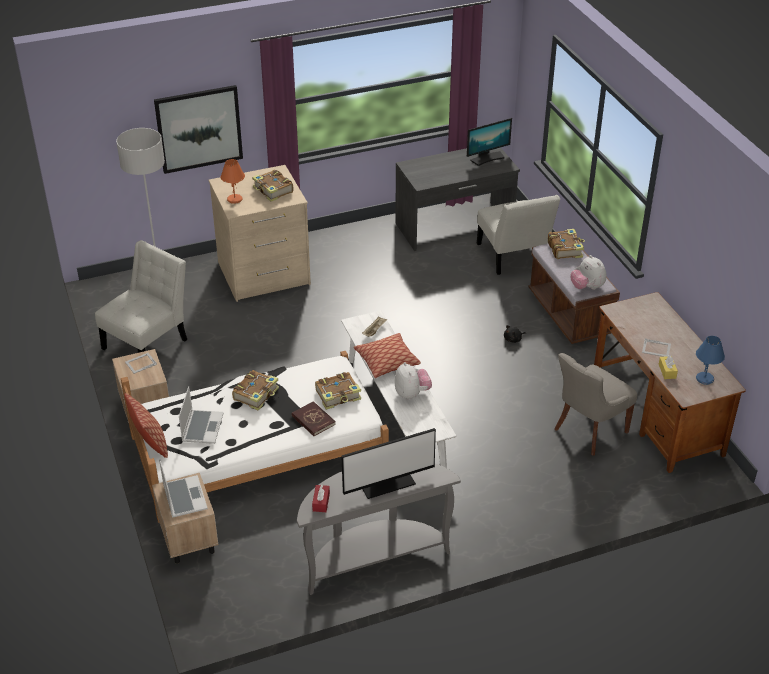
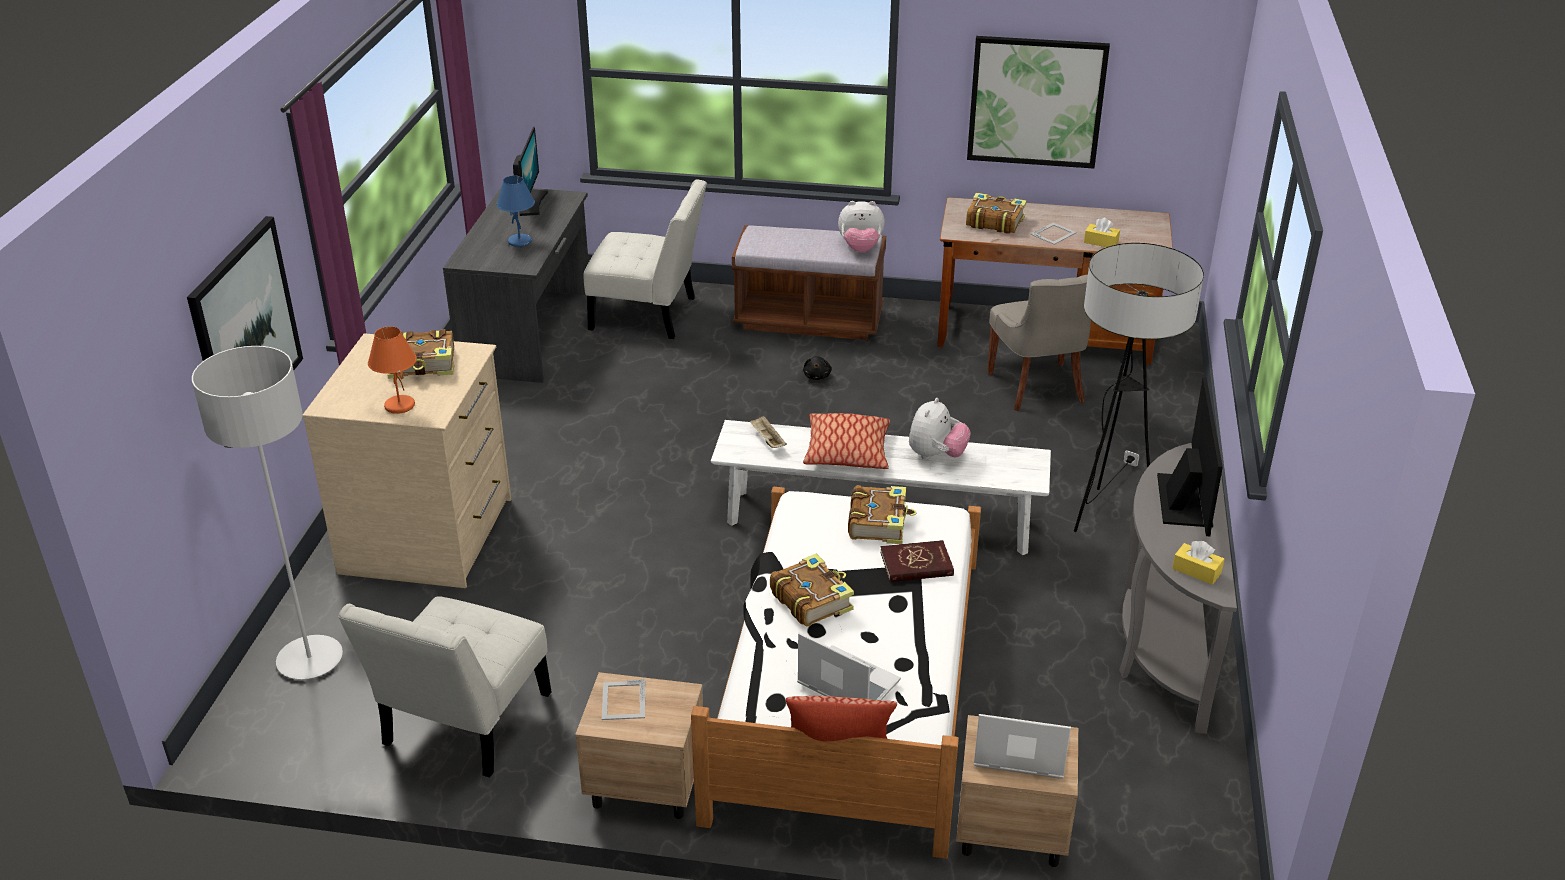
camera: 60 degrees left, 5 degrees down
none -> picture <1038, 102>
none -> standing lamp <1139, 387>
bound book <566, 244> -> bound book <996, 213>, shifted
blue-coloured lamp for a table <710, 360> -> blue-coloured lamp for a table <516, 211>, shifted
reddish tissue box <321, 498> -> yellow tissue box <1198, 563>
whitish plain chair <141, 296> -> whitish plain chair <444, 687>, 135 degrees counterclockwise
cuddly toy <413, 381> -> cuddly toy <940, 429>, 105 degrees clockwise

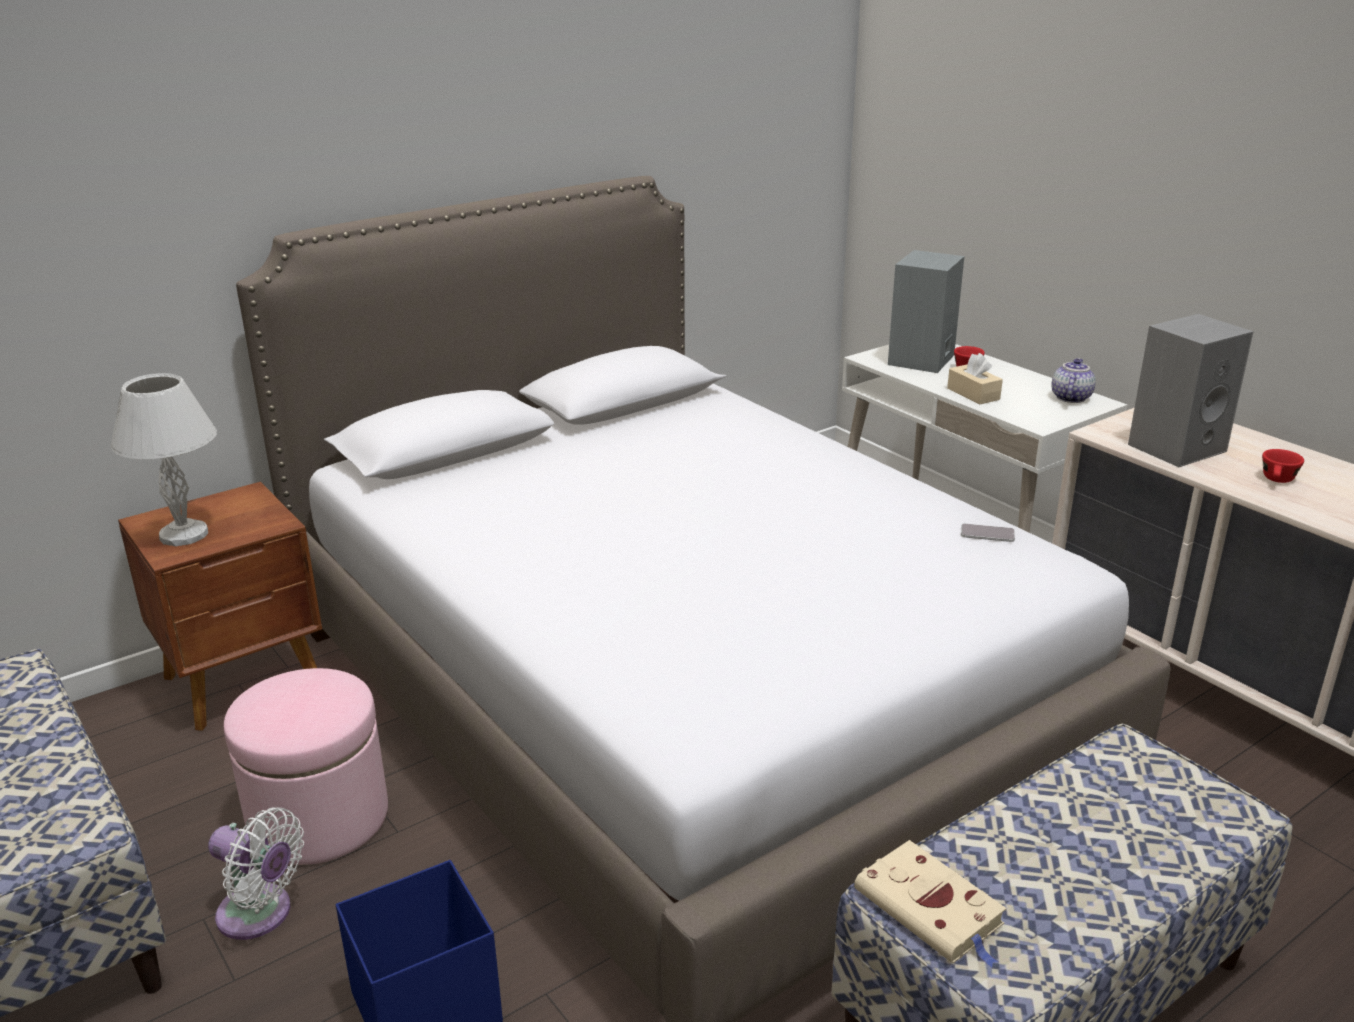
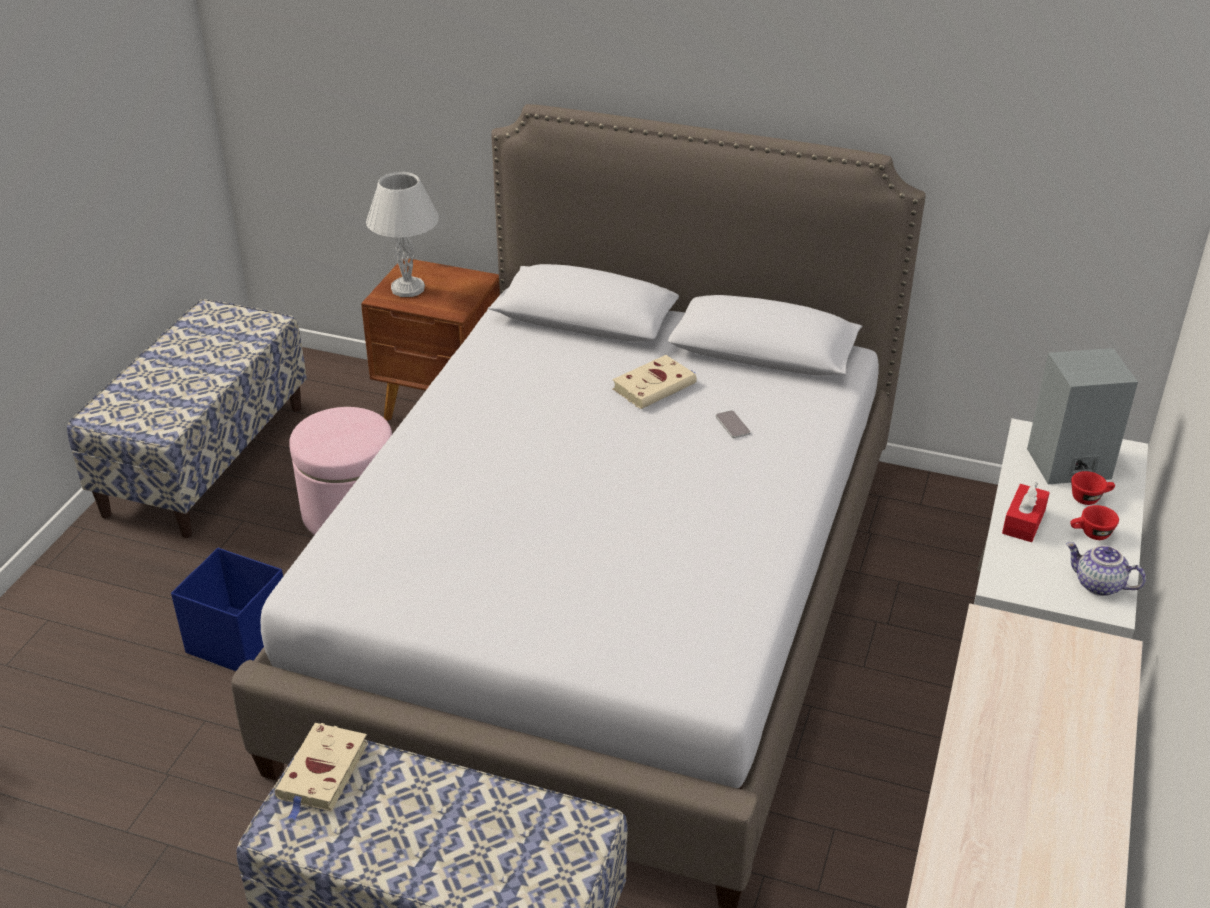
camera: 55 degrees right, 10 degrees up
whitish electric fan <256, 873> -> none
gray loudspeaker <1191, 390> -> none
none -> beige bound book <654, 382>
telephone <988, 533> -> telephone <733, 424>, shifted
reddish small cup <1283, 466> -> reddish small cup <1094, 522>, shifted
beige tissue box <975, 378> -> reddish tissue box <1026, 512>
teapot <1073, 380> -> teapot <1106, 569>, 135 degrees counterclockwise

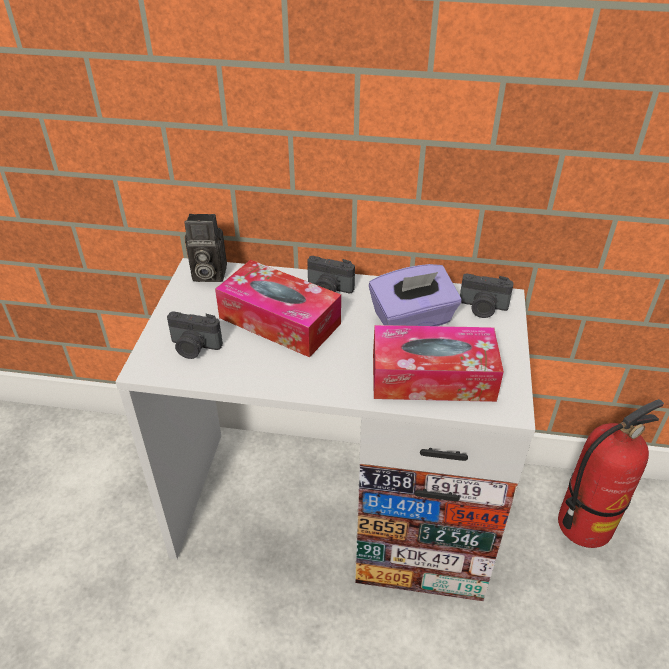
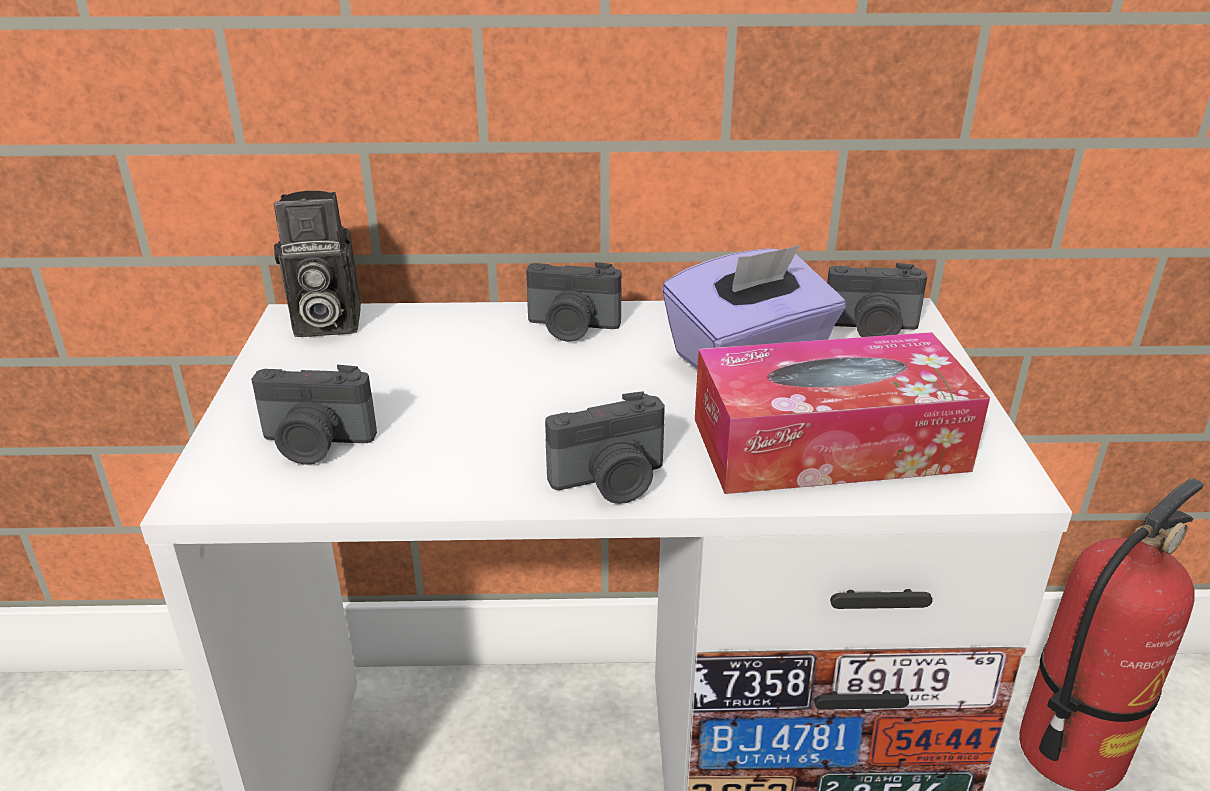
camera: 10 degrees left, 10 degrees down
tissue box <278, 308> -> none
none -> photo camera <605, 447>

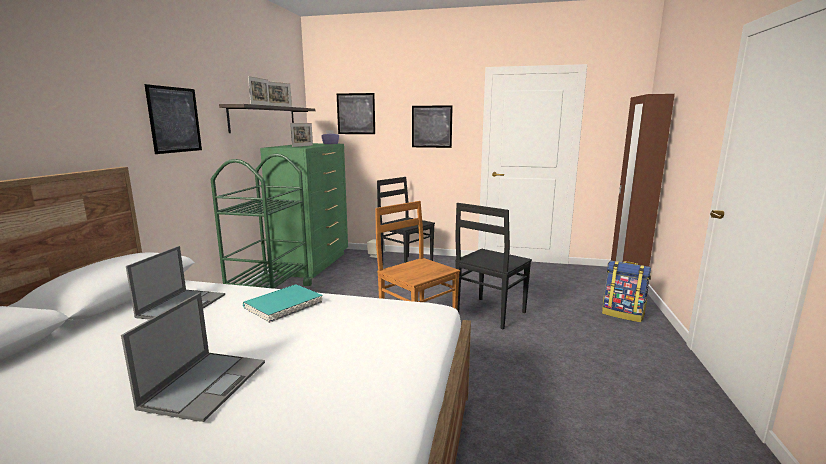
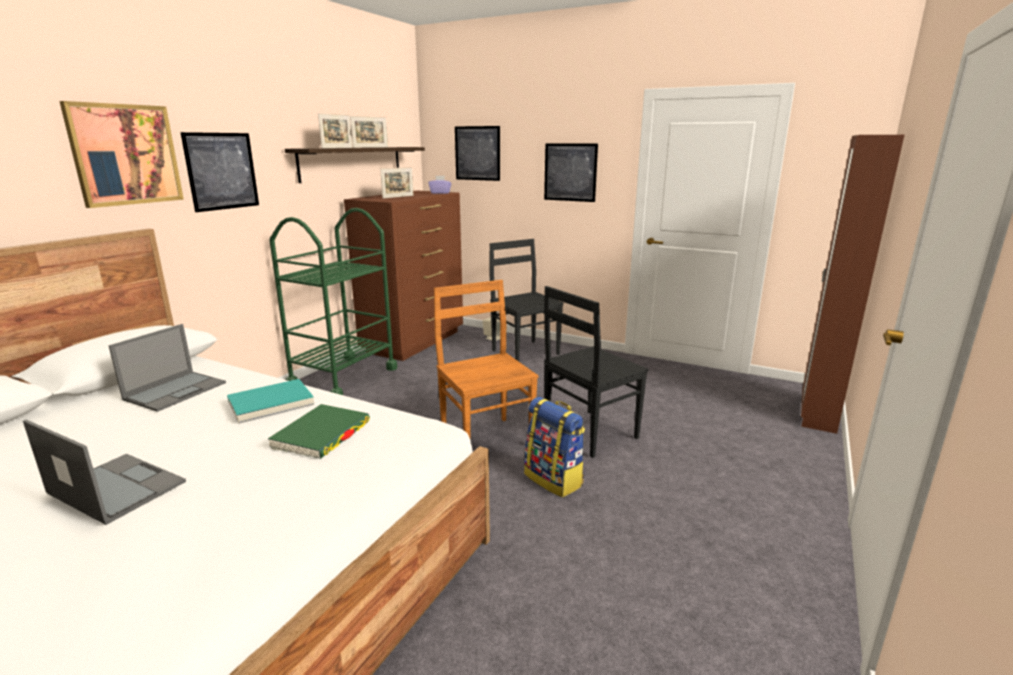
camera: 15 degrees right, 5 degrees up
none -> picture <121, 154>
none -> greenish bound book <319, 431>
rucksack <626, 292> -> rucksack <554, 447>, shifted
greenish chest of drawers <304, 210> -> brown-coloured chest of drawers <403, 276>
laptop <193, 357> -> laptop <104, 472>, 90 degrees counterclockwise

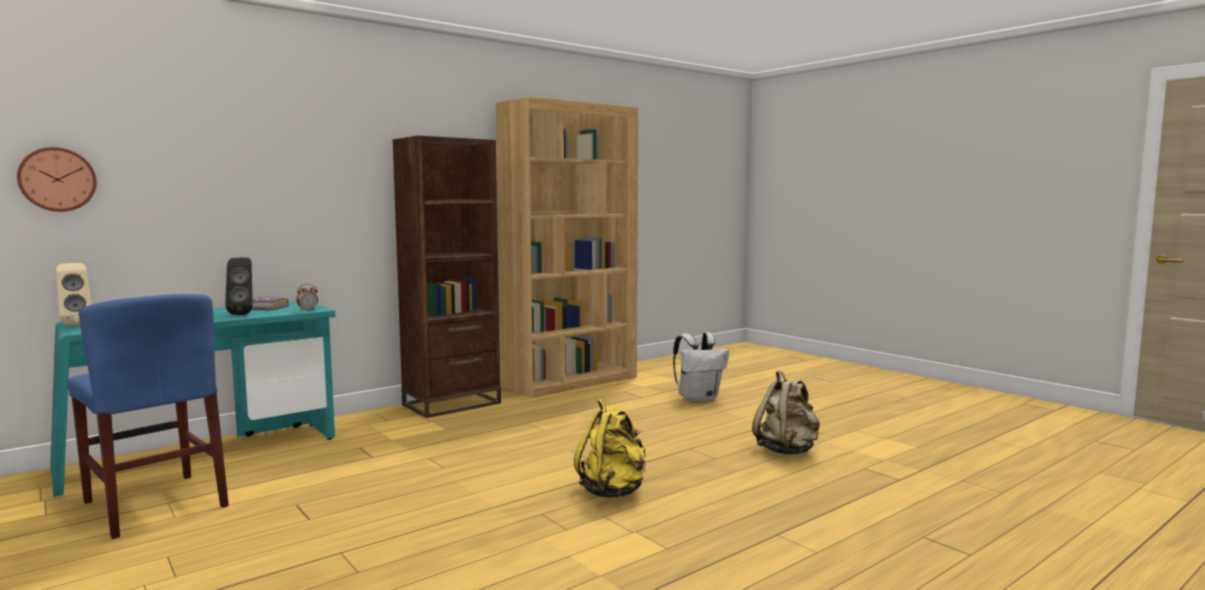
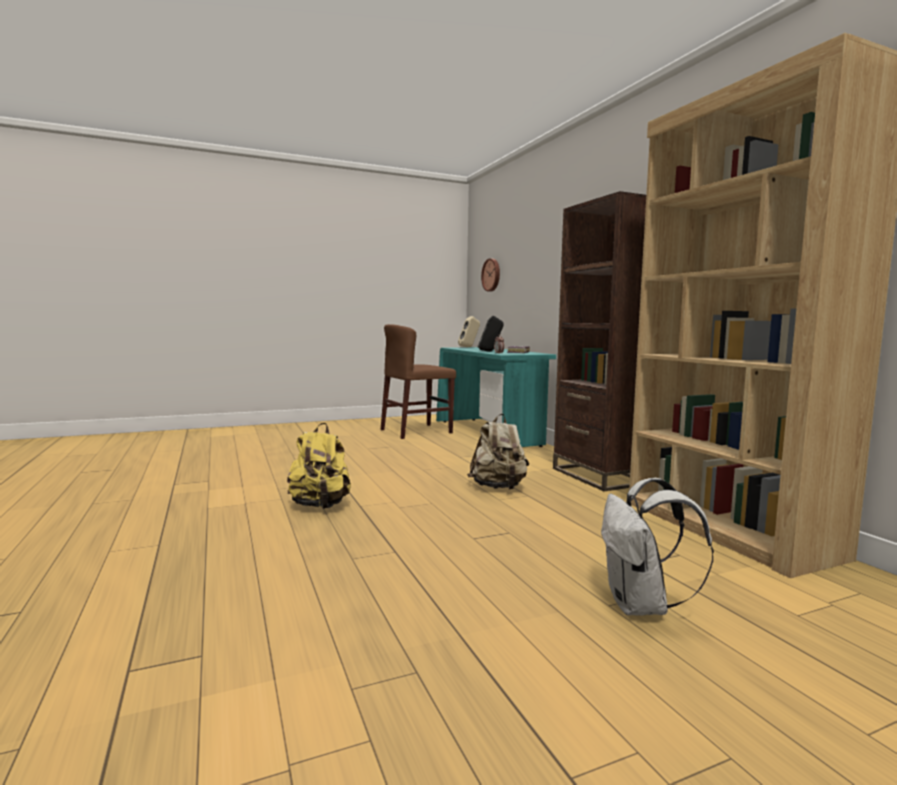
camera: 105 degrees right, 0 degrees up
beige rucksack <786, 412> -> beige rucksack <498, 452>, shifted
blue-coloured plain chair <148, 416> -> brown-coloured plain chair <418, 381>

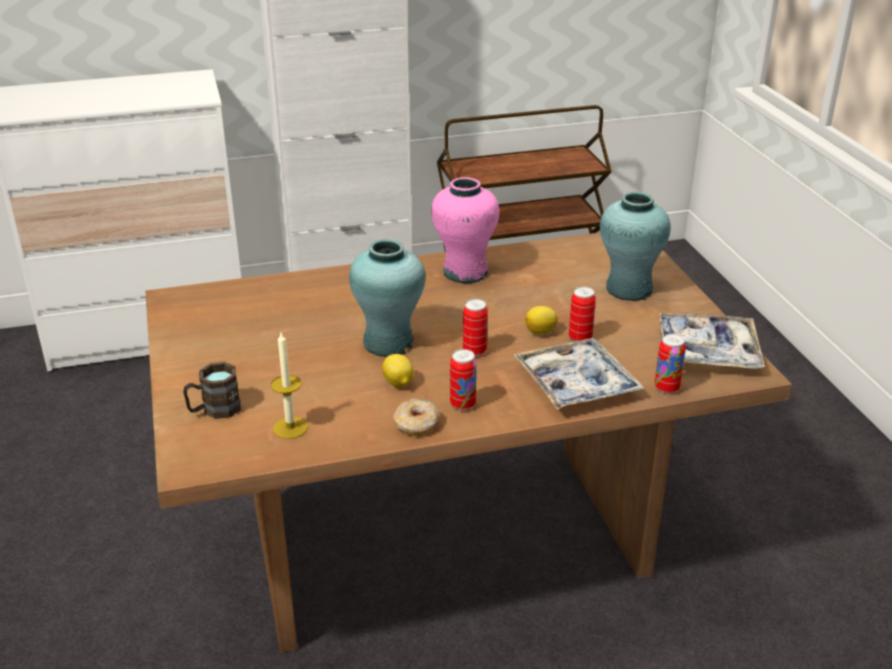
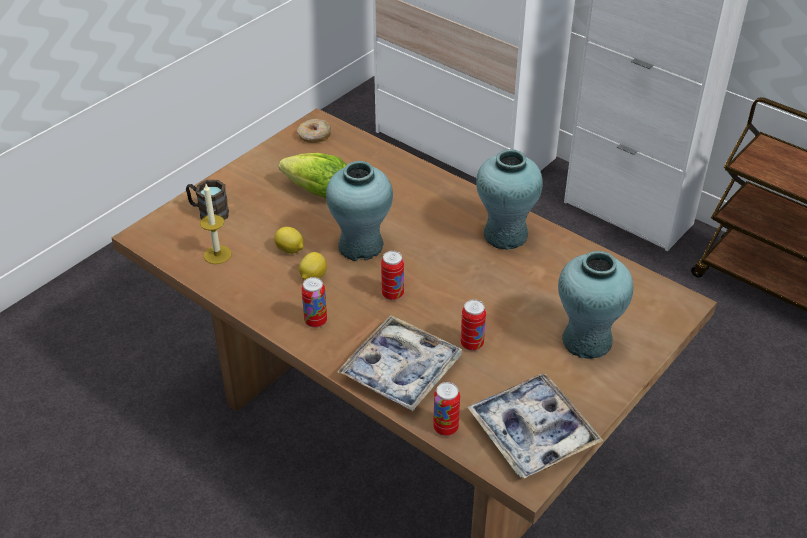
camera: 55 degrees right, 10 degrees up
none -> head of lettuce <313, 175>
donut <416, 417> -> donut <314, 131>, shifted
citrus fruit <541, 320> -> citrus fruit <288, 240>, shifted
pink decorative vase <465, 230> -> turquoise decorative vase <509, 199>

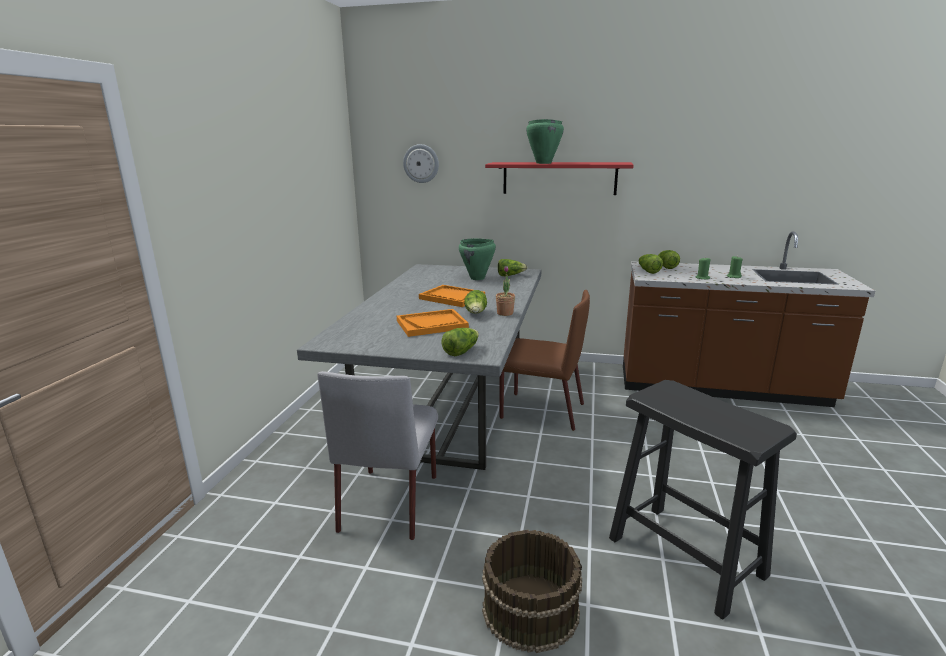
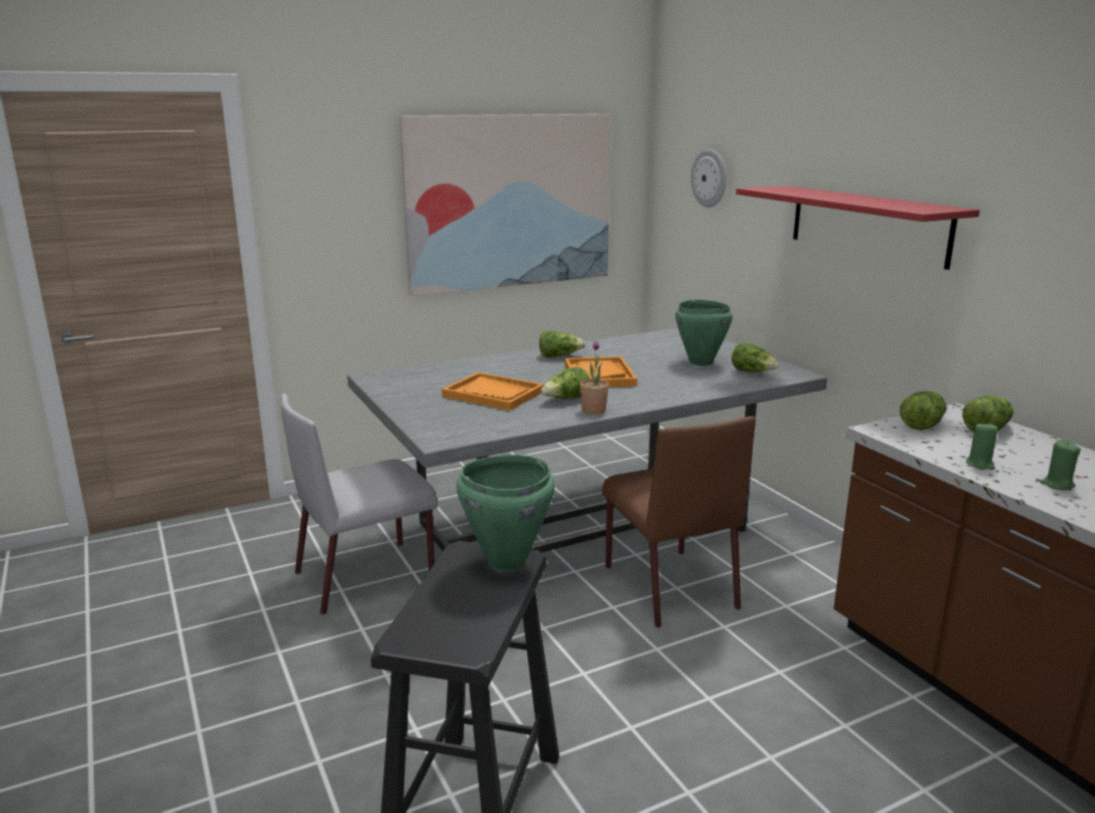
camera: 50 degrees right, 0 degrees up
brown-coloured bucket <532, 591> -> none
none -> picture <505, 205>
head of lettuce <460, 342> -> head of lettuce <562, 344>, shifted
greenish saucepot <545, 141> -> greenish saucepot <505, 513>, shifted

